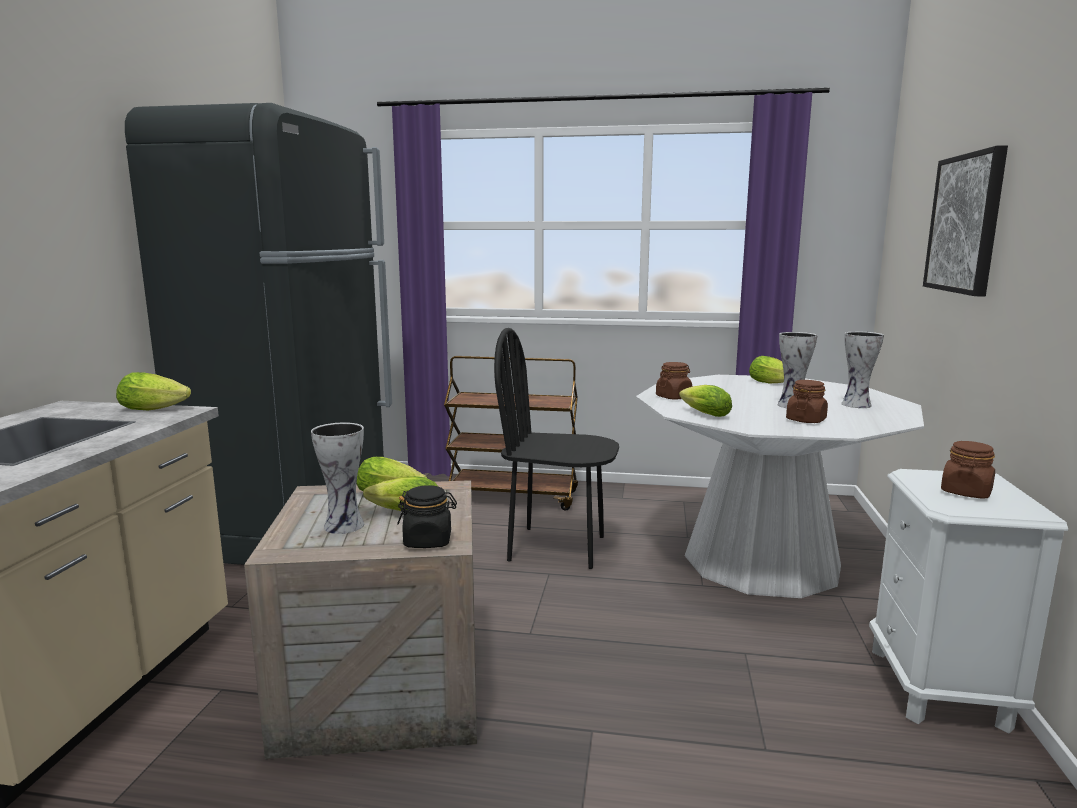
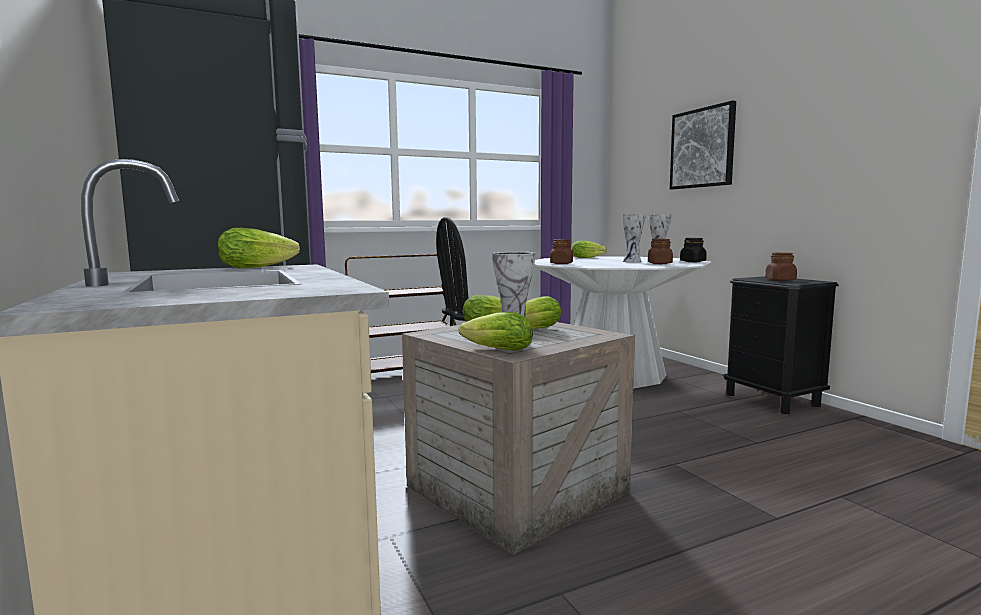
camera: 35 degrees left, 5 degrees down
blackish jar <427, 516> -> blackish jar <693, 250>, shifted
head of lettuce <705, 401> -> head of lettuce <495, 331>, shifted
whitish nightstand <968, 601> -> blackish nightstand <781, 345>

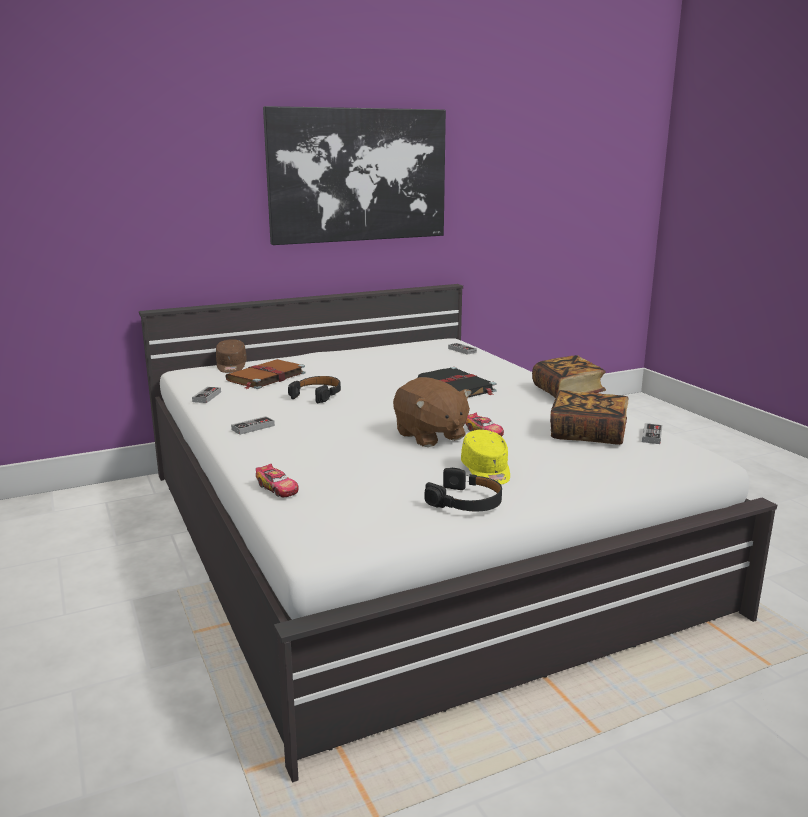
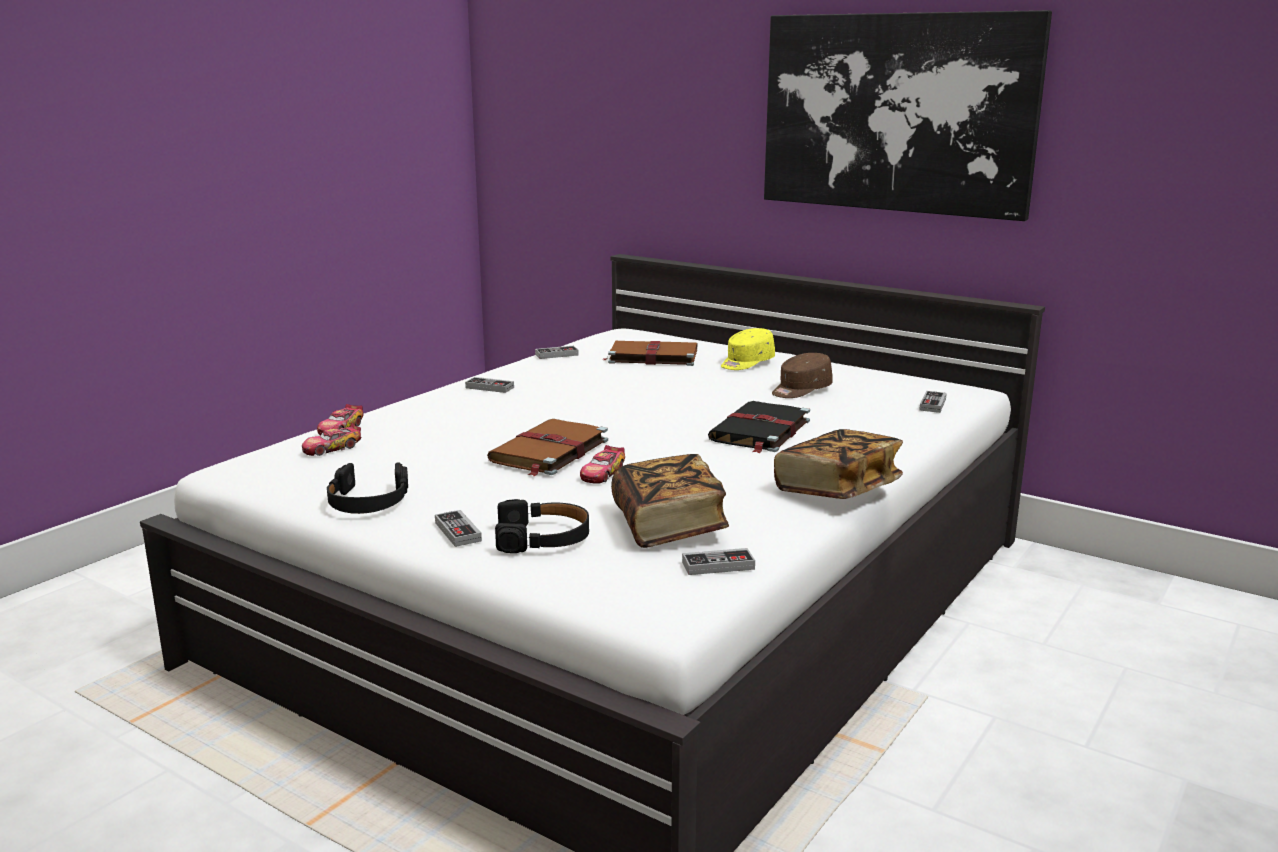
camera: 60 degrees right, 0 degrees up
none -> toy car <331, 439>
none -> joypad <458, 528>
brown-coloured cap <231, 356> -> brown-coloured cap <802, 375>, shifted
blackish headphones <314, 389> -> blackish headphones <542, 526>, shifted
yellow cap <485, 457> -> yellow cap <748, 349>, shifted
brown-coloured cuddly toy <432, 412> -> brown-coloured bound book <547, 447>

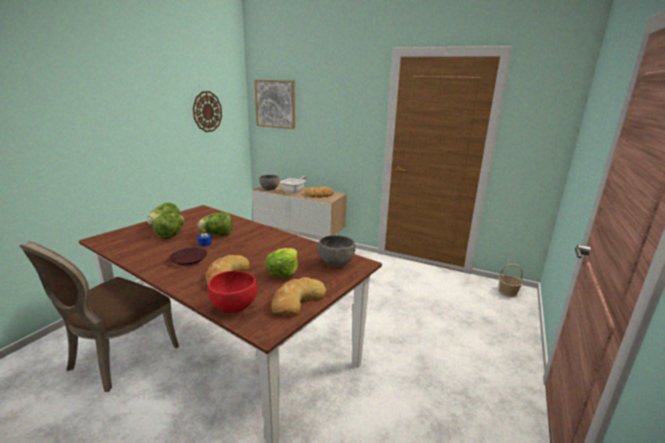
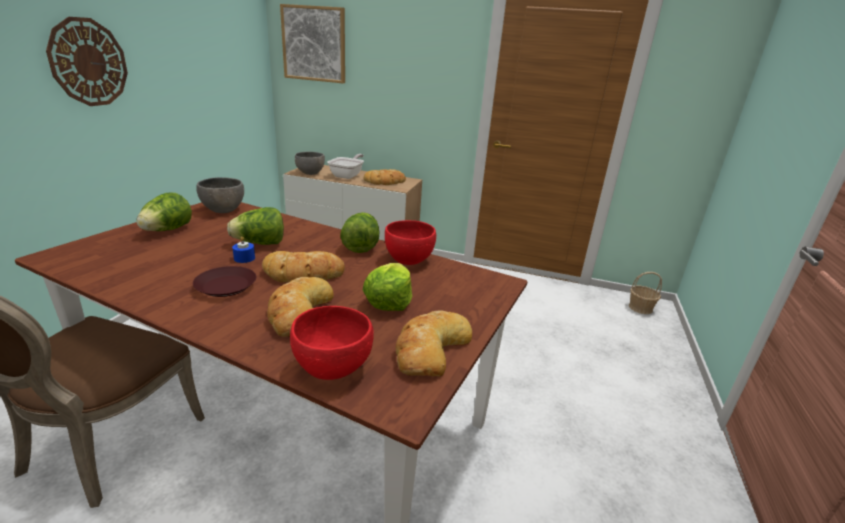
camera: 10 degrees left, 5 degrees up
none -> bakery bread <303, 267>
none -> reddish serving bowl <410, 242>
head of lettuce <168, 226> -> head of lettuce <360, 232>, shifted
wall clock <207, 111> -> wall clock <87, 61>, shifted
gray serving bowl <337, 251> -> gray serving bowl <220, 195>, shifted

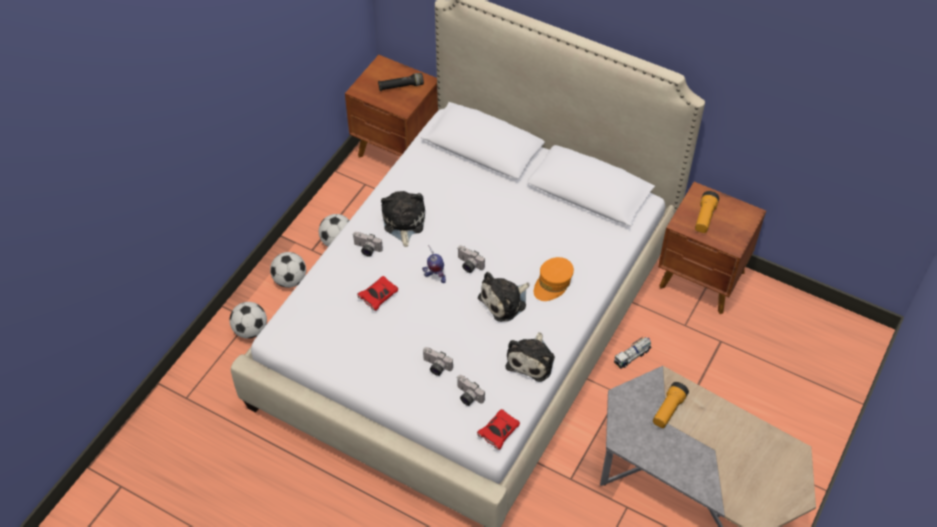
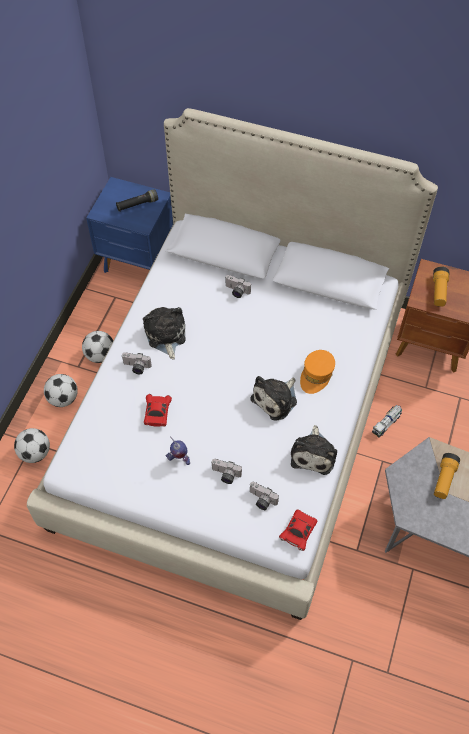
camera: 10 degrees left, 5 degrees up
robot figure <434, 264> -> robot figure <178, 450>, shifted
photo camera <471, 259> -> photo camera <238, 286>, shifted
brown-coloured nightstand <391, 106> -> blue-coloured nightstand <129, 225>
reddish toy car <377, 293> -> reddish toy car <158, 410>, 150 degrees clockwise

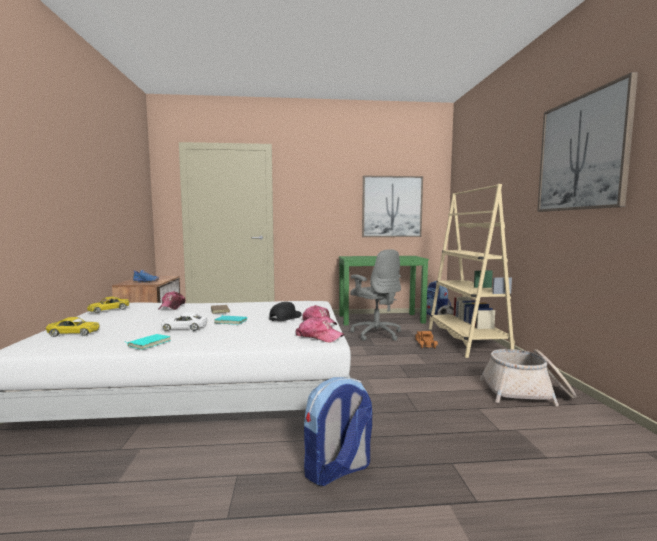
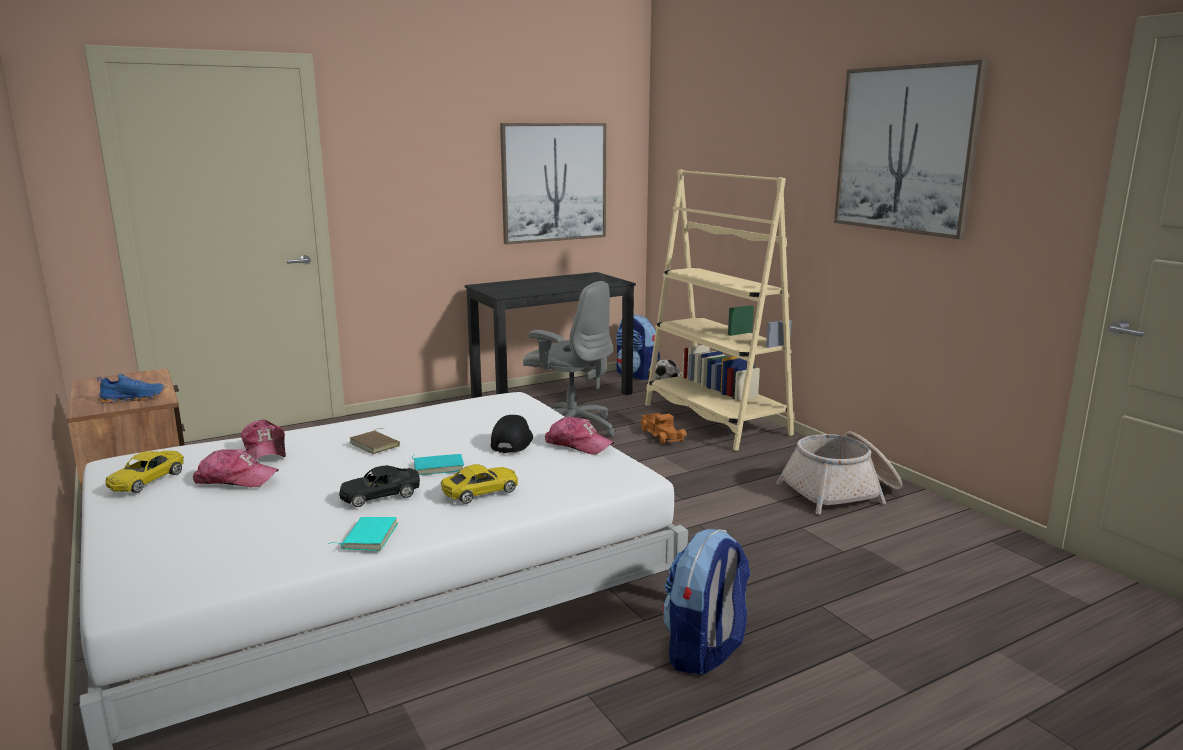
camera: 25 degrees left, 10 degrees up
yellow toy car <72, 327> -> yellow toy car <479, 484>, shifted
cap <320, 330> -> cap <236, 468>, shifted
whitish toy car <184, 321> -> blackish toy car <379, 486>
greenish desk table <384, 290> -> blackish desk table <550, 335>

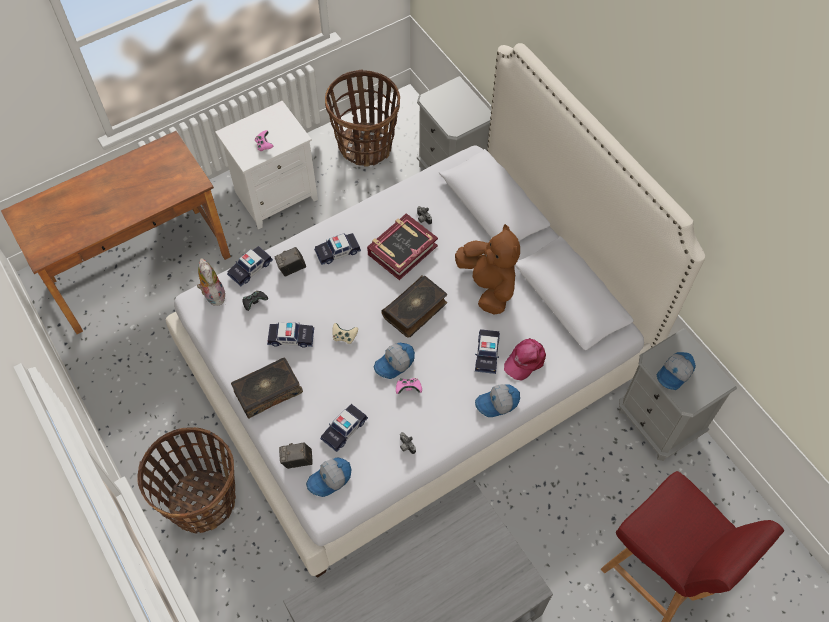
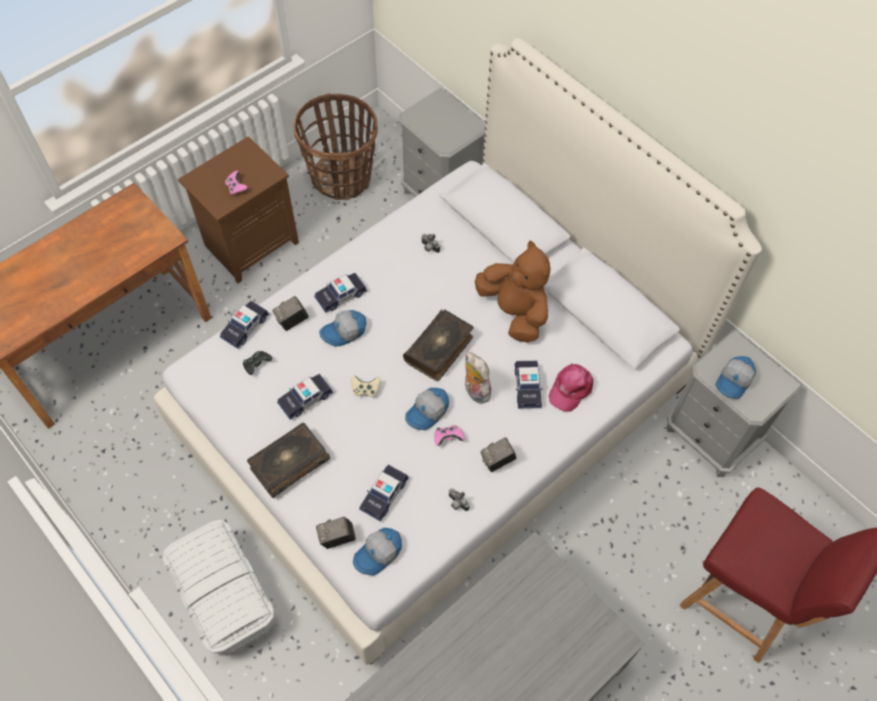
camera: 10 degrees left, 0 degrees up
bound book <402, 246> -> none
none -> photo camera <498, 454>
cuddly toy <211, 282> -> cuddly toy <478, 378>, shifted
cap <497, 400> -> cap <342, 328>, shifted
basket <186, 480> -> whitish storage container <218, 588>
whitish nightstand <266, 165> -> brown-coloured nightstand <238, 210>
toy car <290, 335> -> toy car <305, 397>, 150 degrees clockwise

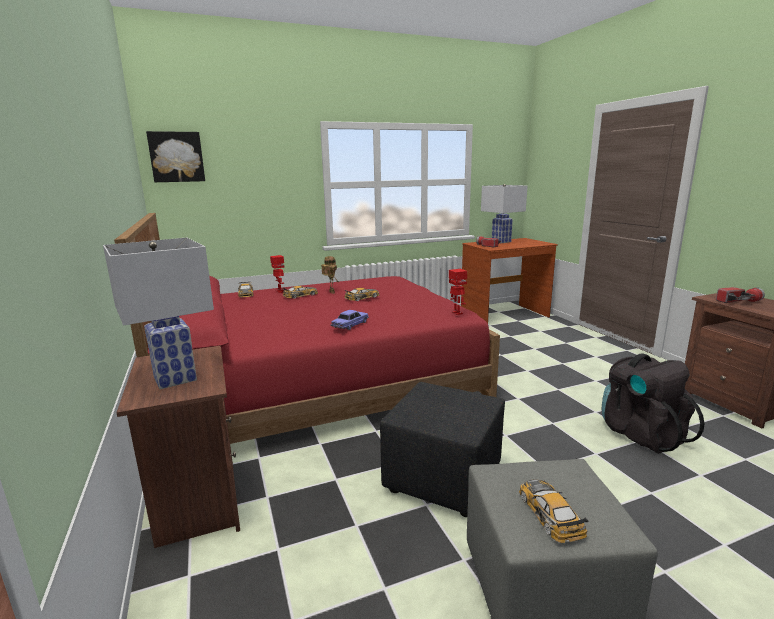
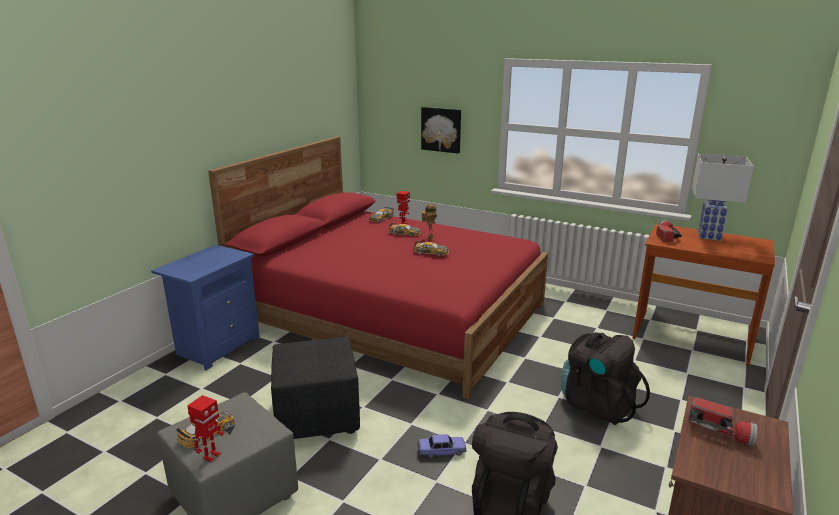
camera: 50 degrees right, 5 degrees up
whitish lamp for a table <158, 313> -> none
none -> blackish rucksack <605, 378>
picture <175, 156> -> picture <441, 130>, shifted
toy car <349, 320> -> toy car <442, 446>, shifted
robot figure <458, 292> -> robot figure <205, 429>, shifted
brown-coloured nightstand <178, 446> -> blue-coloured nightstand <205, 307>

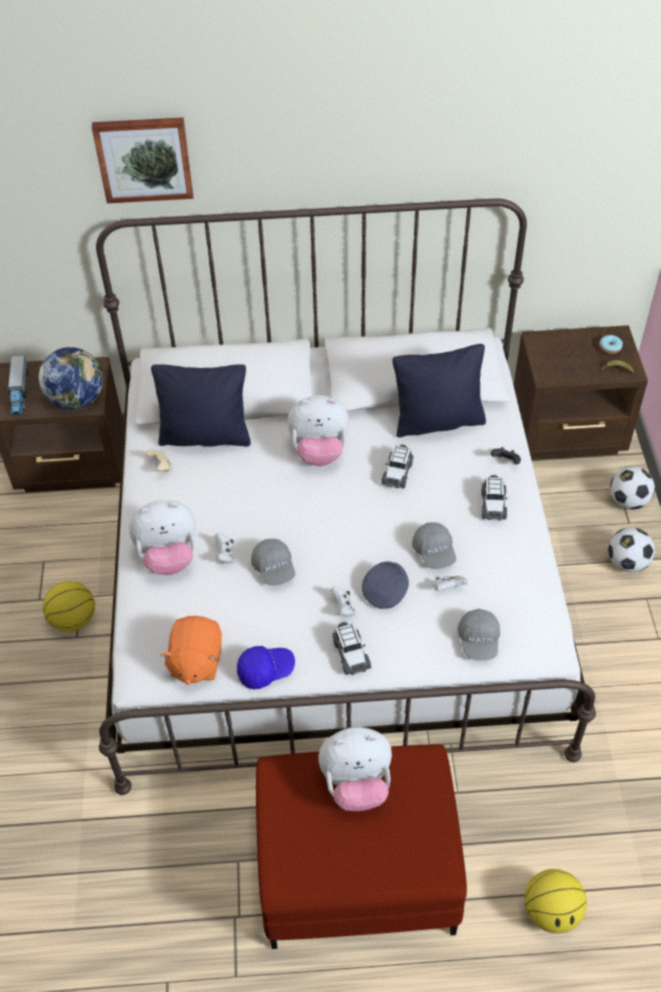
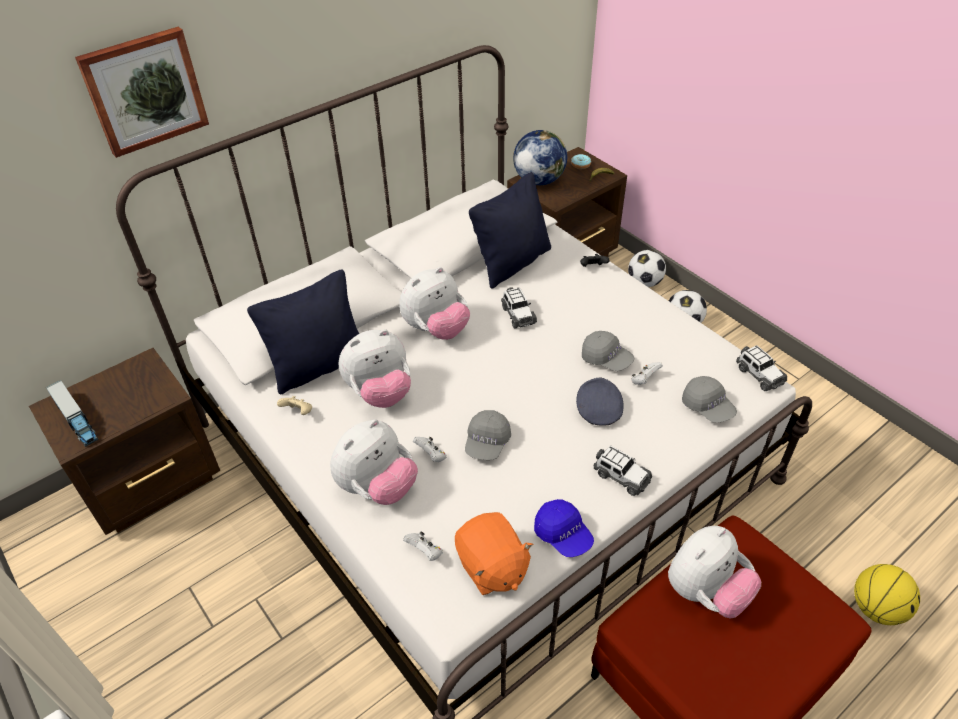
camera: 35 degrees left, 5 degrees down
ball for basketball <69, 606> -> none
none -> cuddly toy <375, 368>
world globe <71, 378> -> world globe <540, 157>, shifted
whitish joypad <342, 602> -> whitish joypad <422, 546>, shifted
toy car <494, 497> -> toy car <761, 368>, shifted
blue-coloured cap <266, 667> -> blue-coloured cap <564, 528>, 105 degrees clockwise
gray cap <273, 562> -> gray cap <488, 435>, 75 degrees clockwise

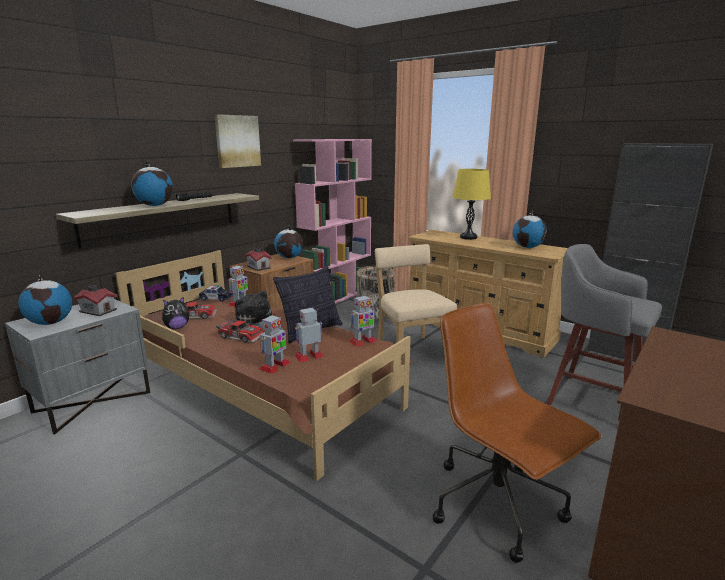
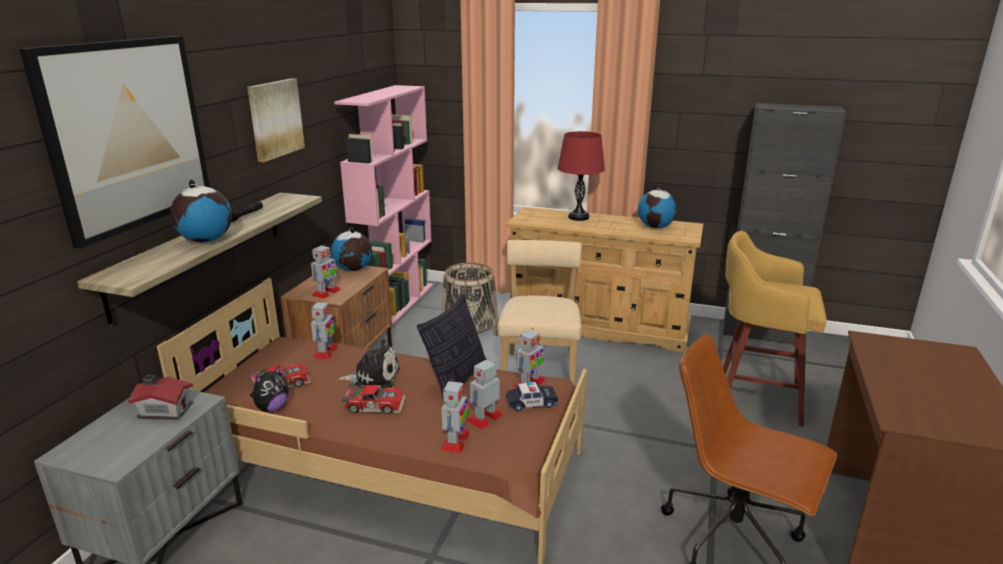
camera: 20 degrees left, 5 degrees up
world globe <45, 300> -> none
none -> picture <114, 142>
toy car <216, 293> -> toy car <532, 396>, shifted
model house <258, 259> -> robot figure <326, 271>
yellow lamp for a table <472, 204> -> reddish lamp for a table <581, 176>
gray stool <604, 324> -> yellow stool <775, 329>
cuddly toy <253, 308> -> cuddly toy <369, 364>, 150 degrees clockwise
beige plain chair <416, 293> -> beige plain chair <539, 313>, 45 degrees clockwise

